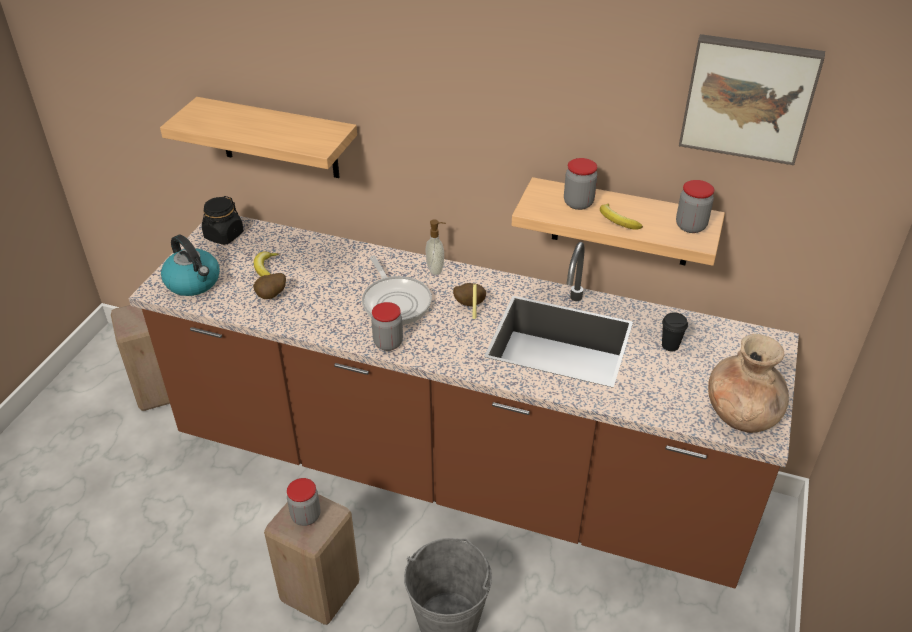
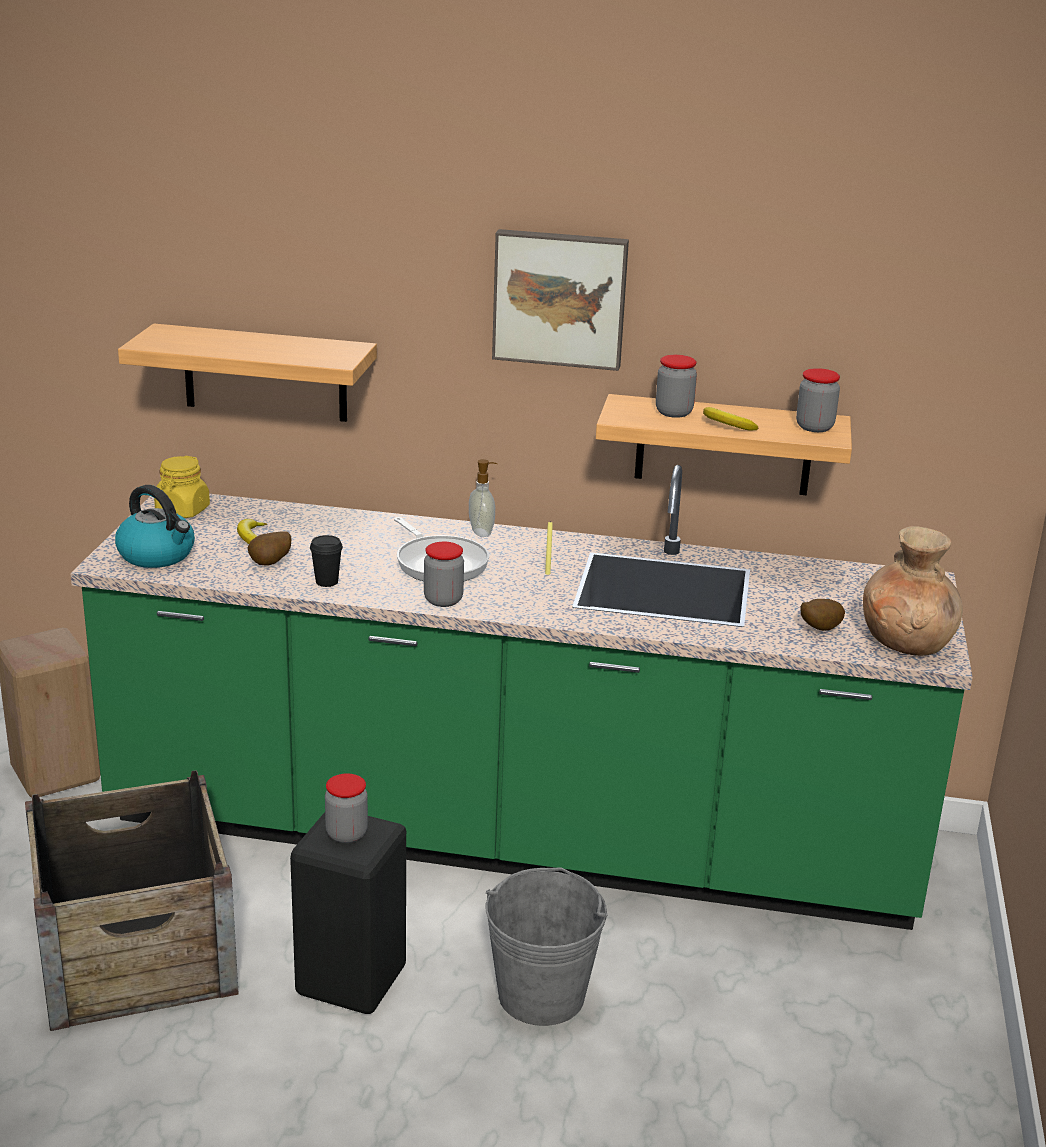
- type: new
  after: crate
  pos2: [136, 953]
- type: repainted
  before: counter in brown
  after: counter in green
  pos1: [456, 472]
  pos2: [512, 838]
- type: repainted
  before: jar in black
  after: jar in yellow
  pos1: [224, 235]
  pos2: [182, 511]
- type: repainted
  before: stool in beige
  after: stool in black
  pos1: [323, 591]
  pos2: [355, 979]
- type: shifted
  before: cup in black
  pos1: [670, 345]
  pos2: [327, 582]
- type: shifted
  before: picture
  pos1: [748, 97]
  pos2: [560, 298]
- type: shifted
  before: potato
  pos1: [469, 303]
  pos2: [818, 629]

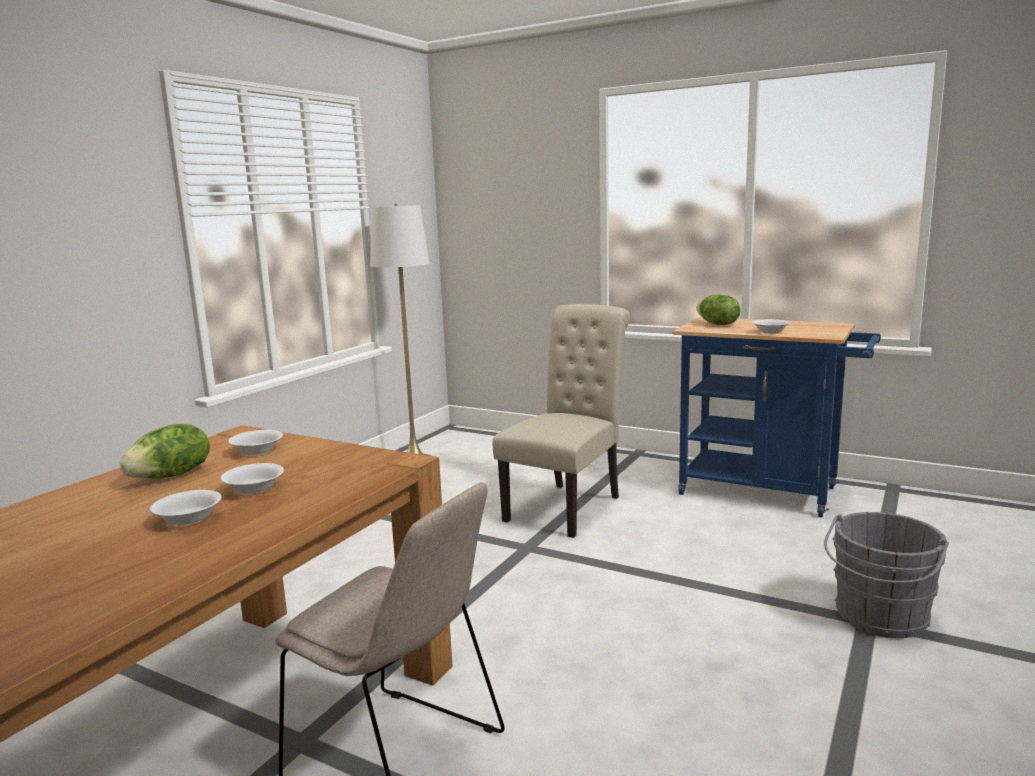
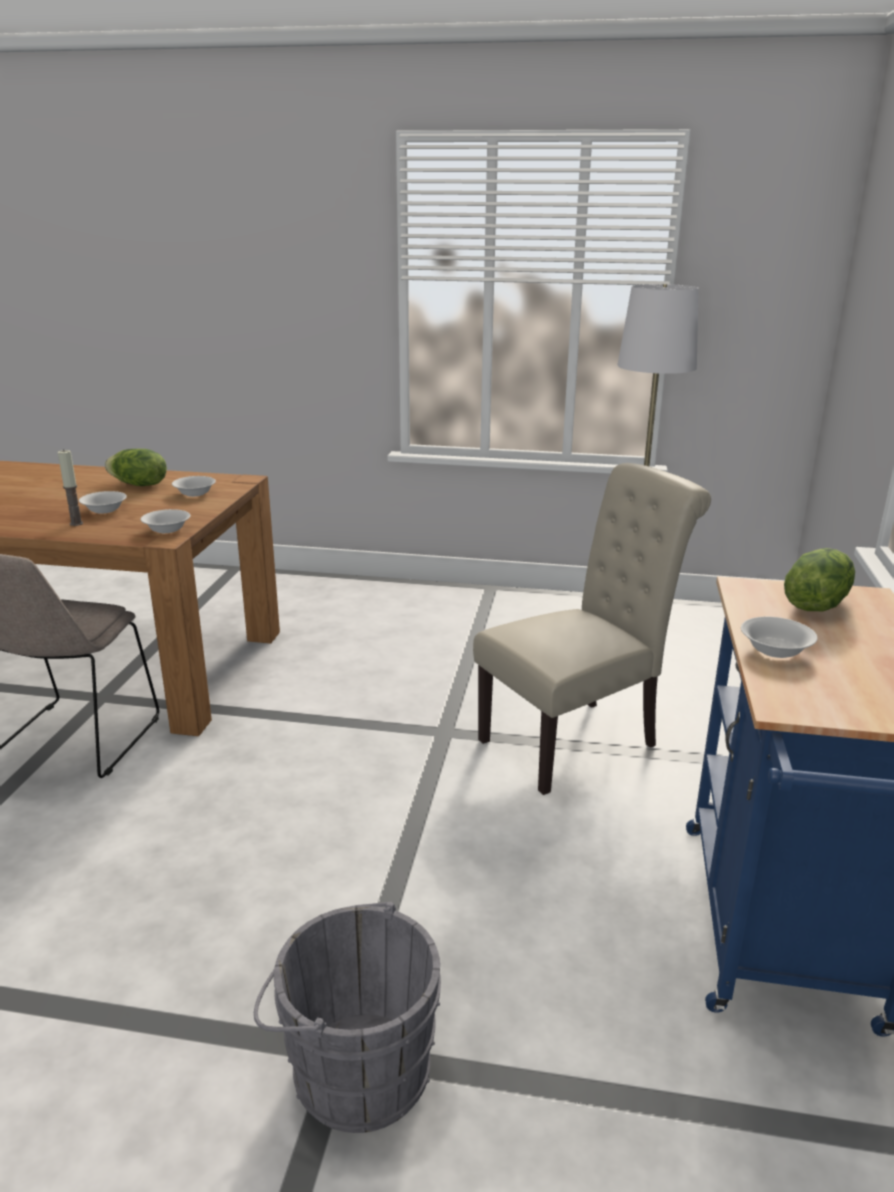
- type: new
  after: candle
  pos2: [76, 523]
- type: shifted
  before: bowl in white
  pos1: [188, 519]
  pos2: [166, 529]
- type: rotated
  before: chair in beige
  pos1: [568, 506]
  pos2: [577, 740]
  turn: -45

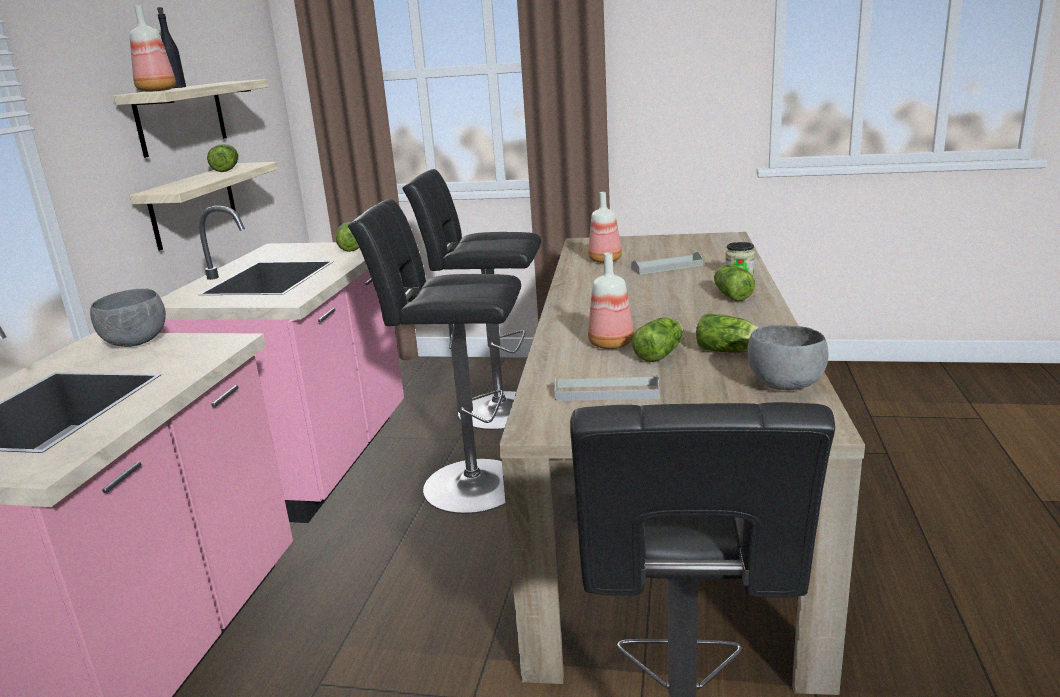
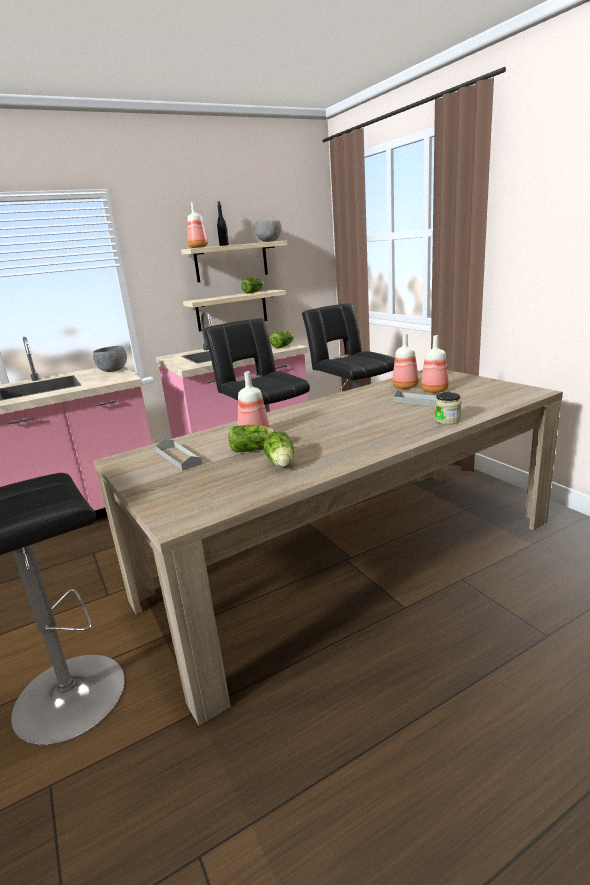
- type: shifted
  before: bowl in grey
  pos1: [783, 385]
  pos2: [269, 241]
- type: new
  after: bottle
  pos2: [433, 391]
- type: gone
  before: lettuce
  pos1: [731, 295]

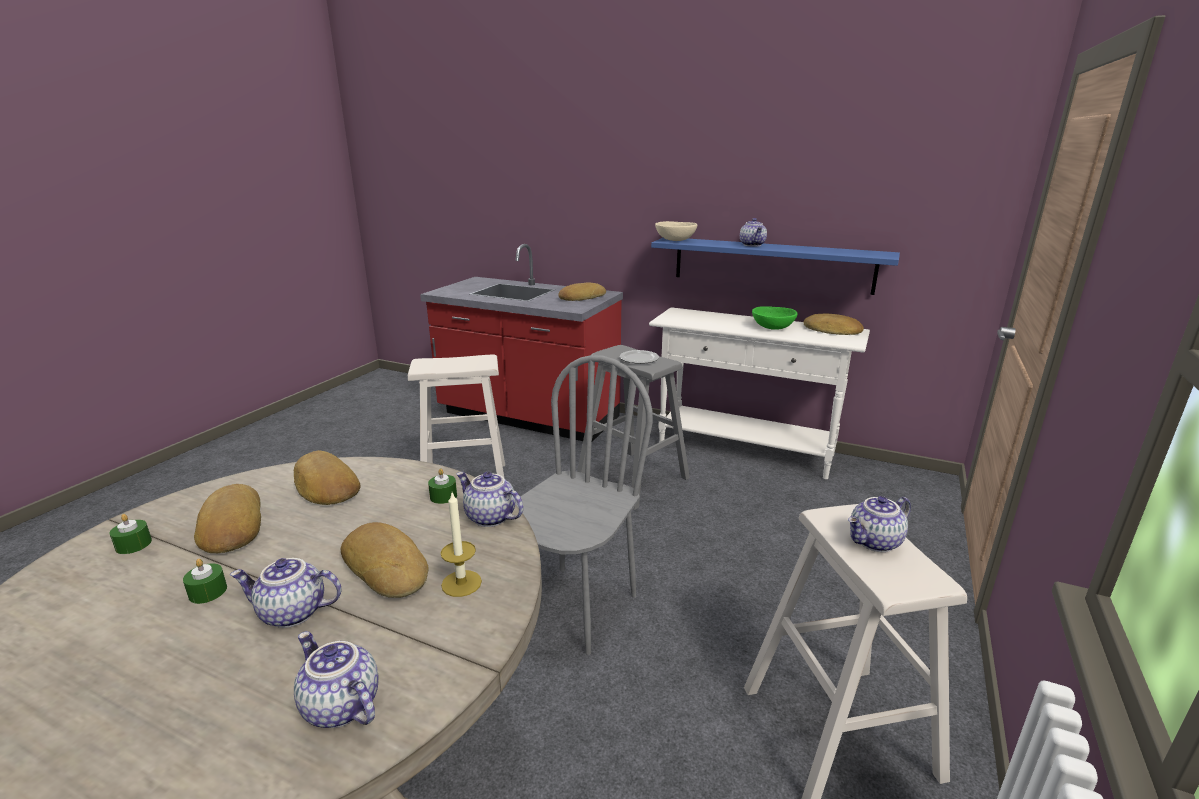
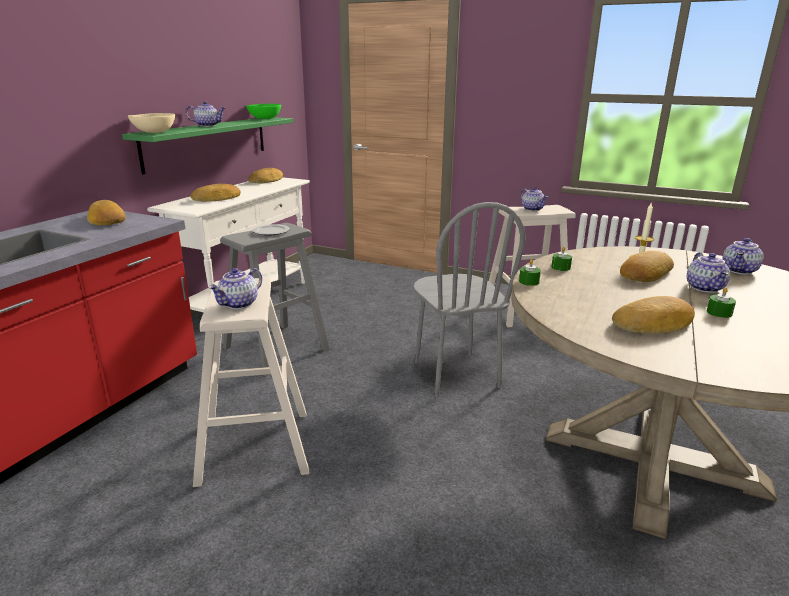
- type: repainted
  before: shelf in blue
  after: shelf in green
  pos1: [771, 264]
  pos2: [208, 142]
- type: shifted
  before: bread
  pos1: [325, 486]
  pos2: [217, 198]
- type: shifted
  before: teapot
  pos1: [489, 517]
  pos2: [239, 304]
- type: shifted
  before: bowl in green
  pos1: [773, 327]
  pos2: [264, 119]
- type: rotated
  before: chair in grey
  pos1: [575, 608]
  pos2: [455, 374]
  turn: -135
- type: shifted
  before: candle in green
  pos1: [133, 544]
  pos2: [529, 282]

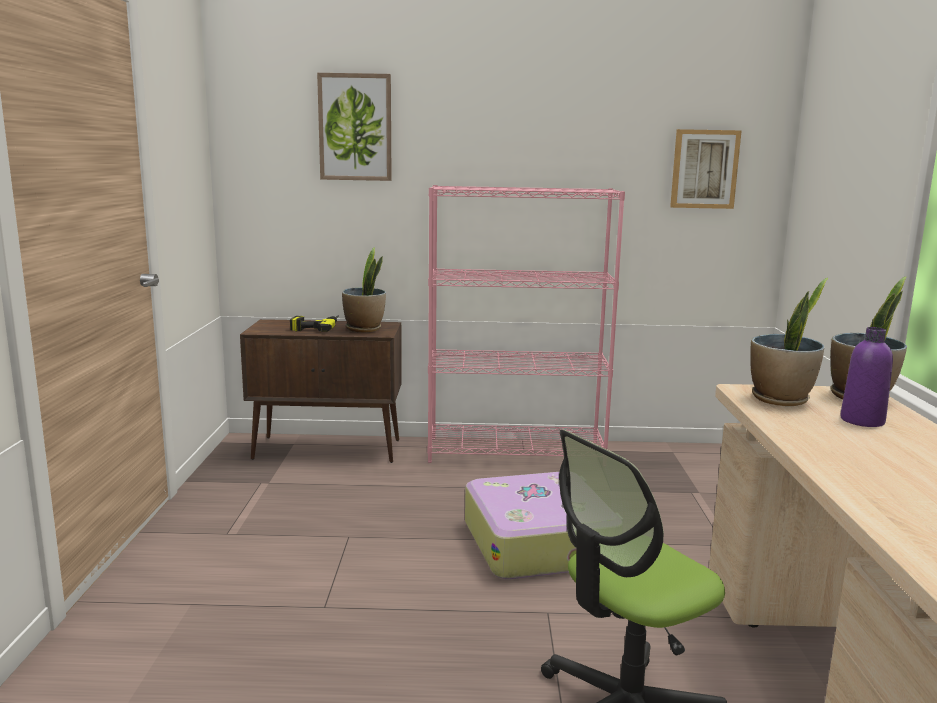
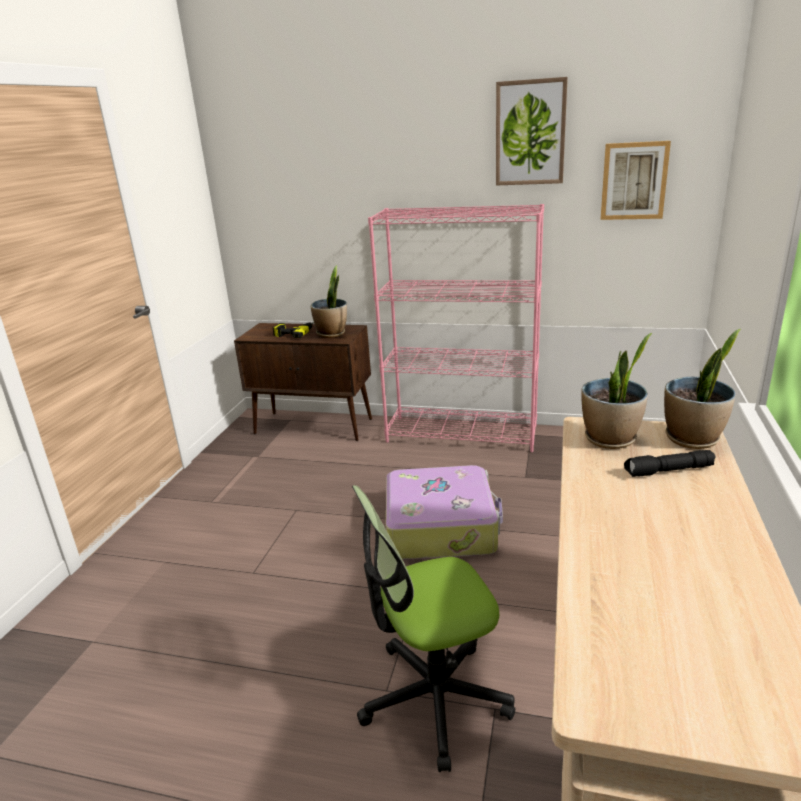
- type: shifted
  before: picture
  pos1: [355, 127]
  pos2: [530, 133]
- type: swapped
  before: bottle in purple
  after: flashlight in black
  pos1: [862, 421]
  pos2: [668, 471]

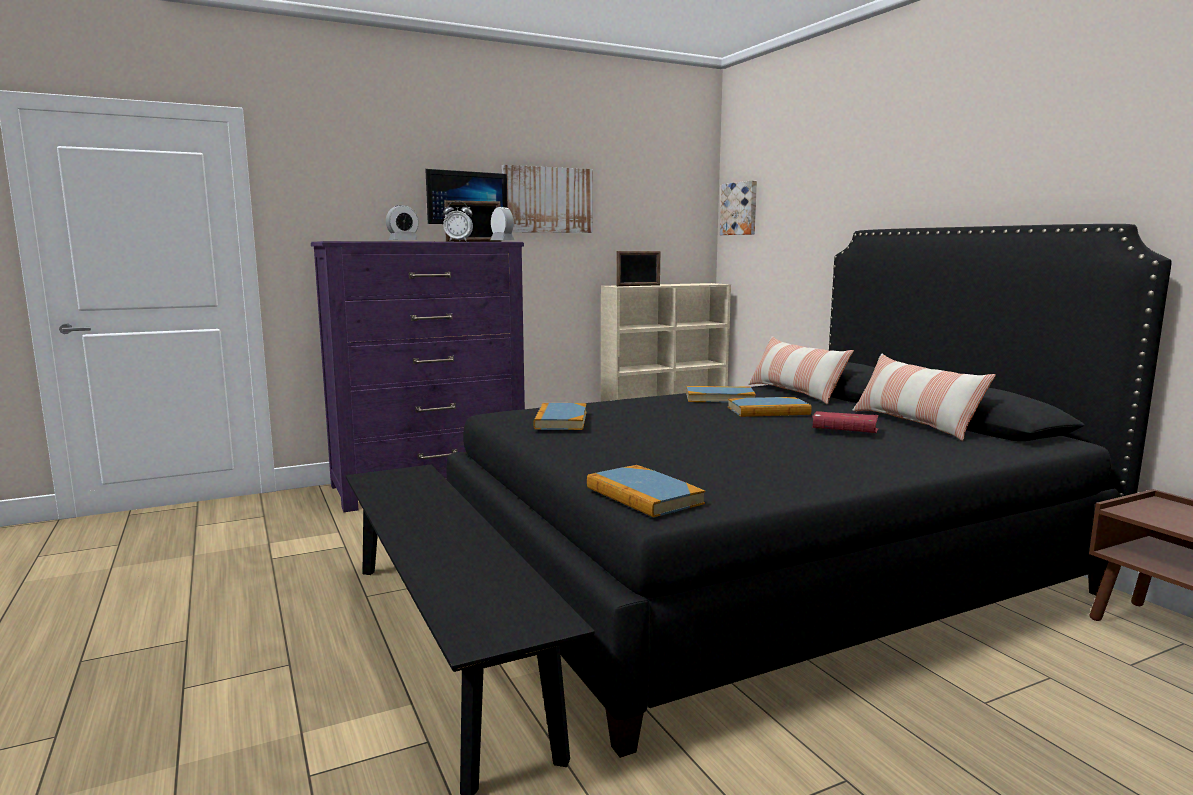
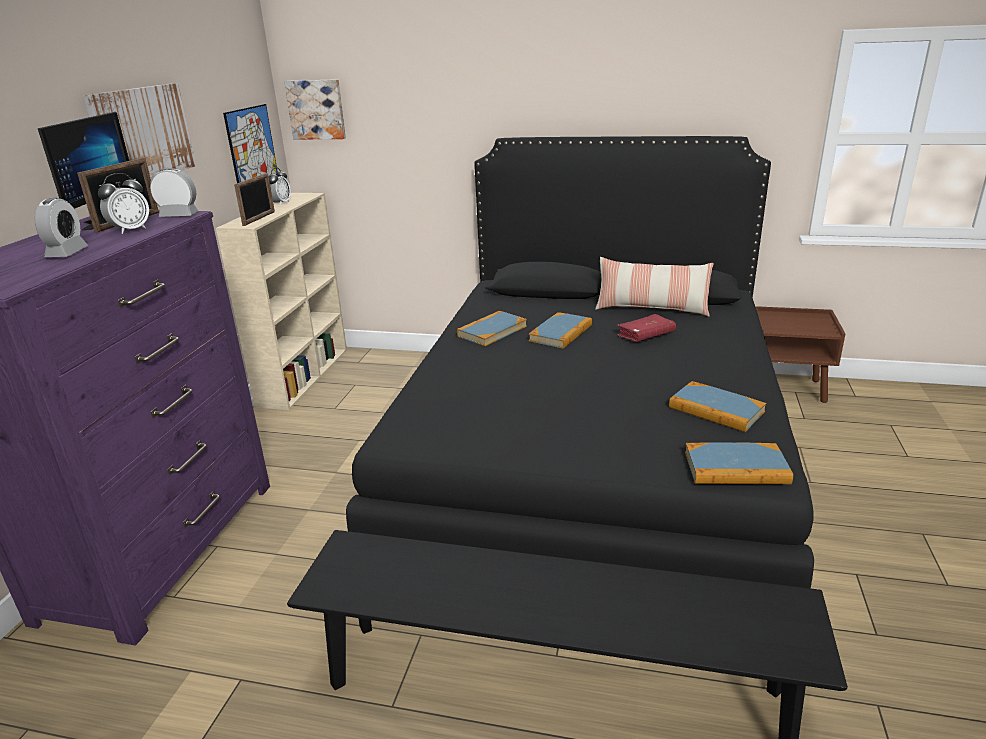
- type: new
  after: picture
  pos2: [252, 148]
- type: new
  after: alarm clock
  pos2: [281, 203]
- type: shifted
  before: book
  pos1: [561, 420]
  pos2: [716, 410]
- type: gone
  before: pillow
  pos1: [795, 393]

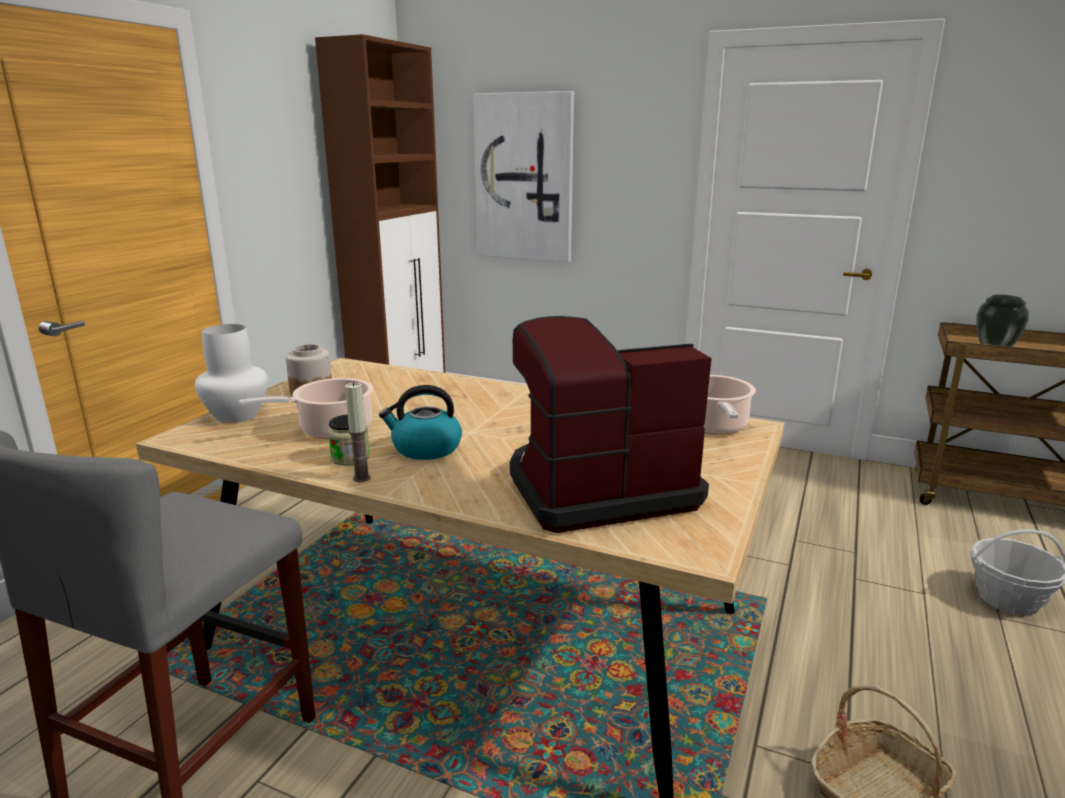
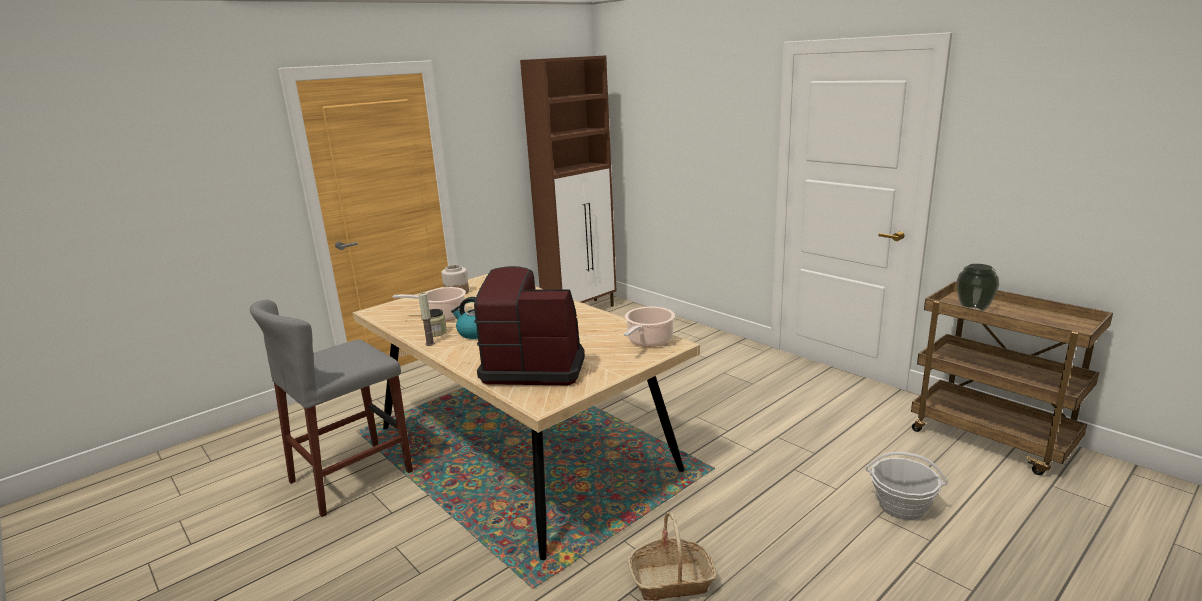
- type: gone
  before: vase in white
  pos1: [238, 415]
- type: gone
  before: picture
  pos1: [524, 178]

